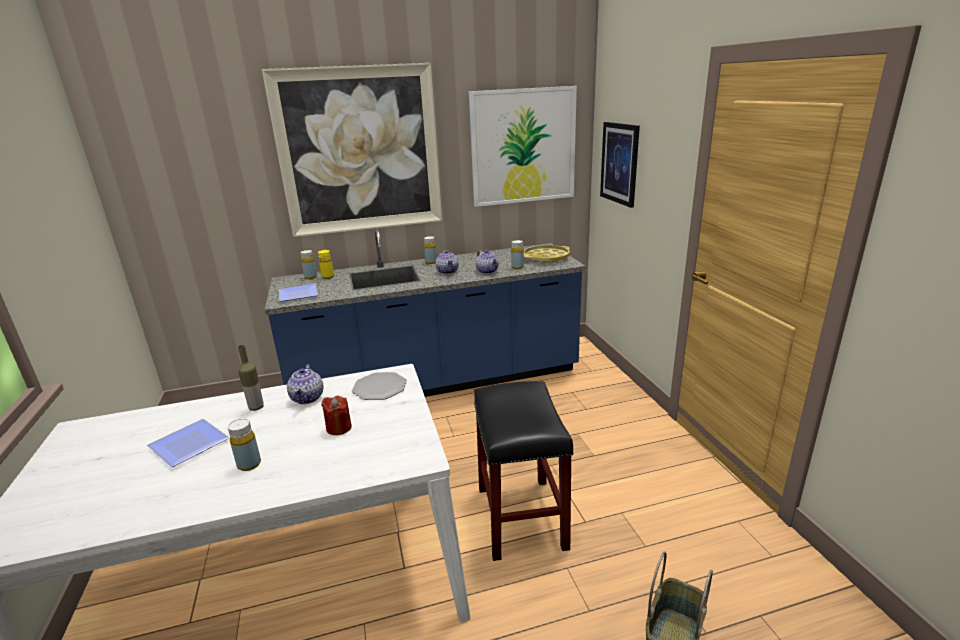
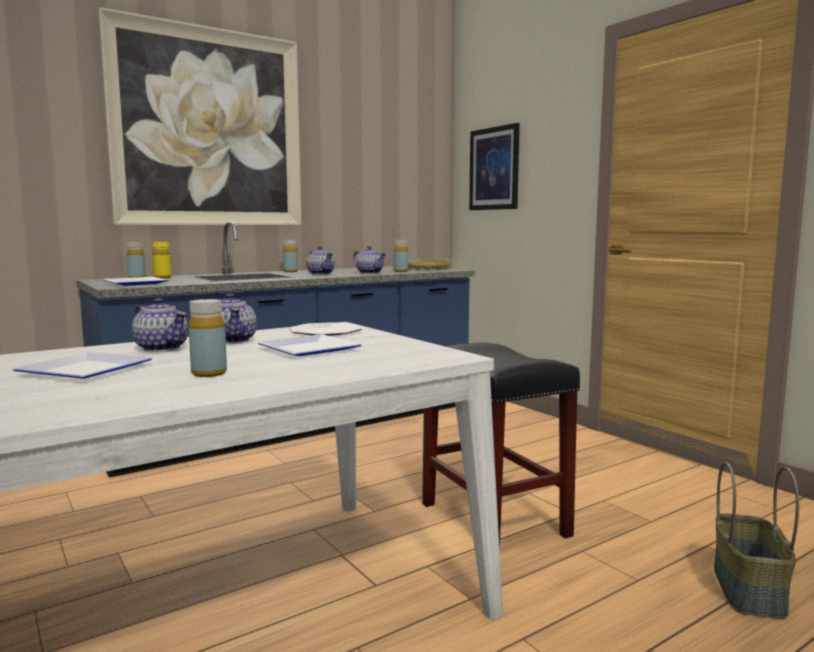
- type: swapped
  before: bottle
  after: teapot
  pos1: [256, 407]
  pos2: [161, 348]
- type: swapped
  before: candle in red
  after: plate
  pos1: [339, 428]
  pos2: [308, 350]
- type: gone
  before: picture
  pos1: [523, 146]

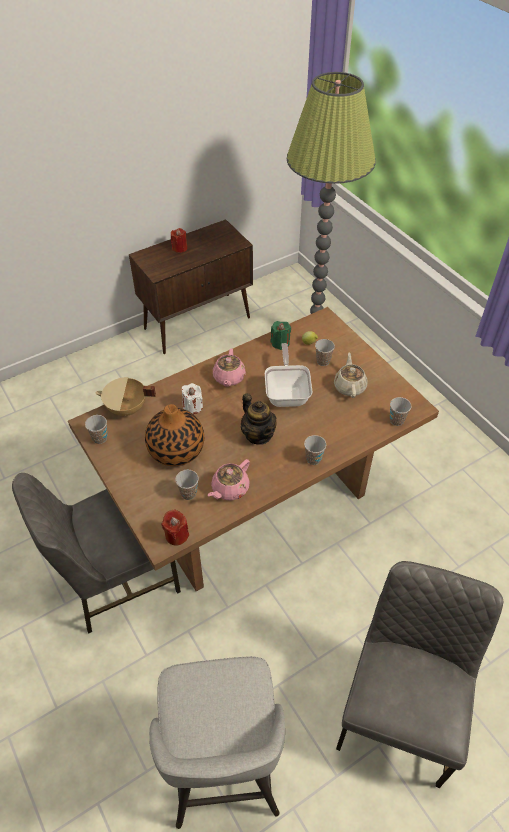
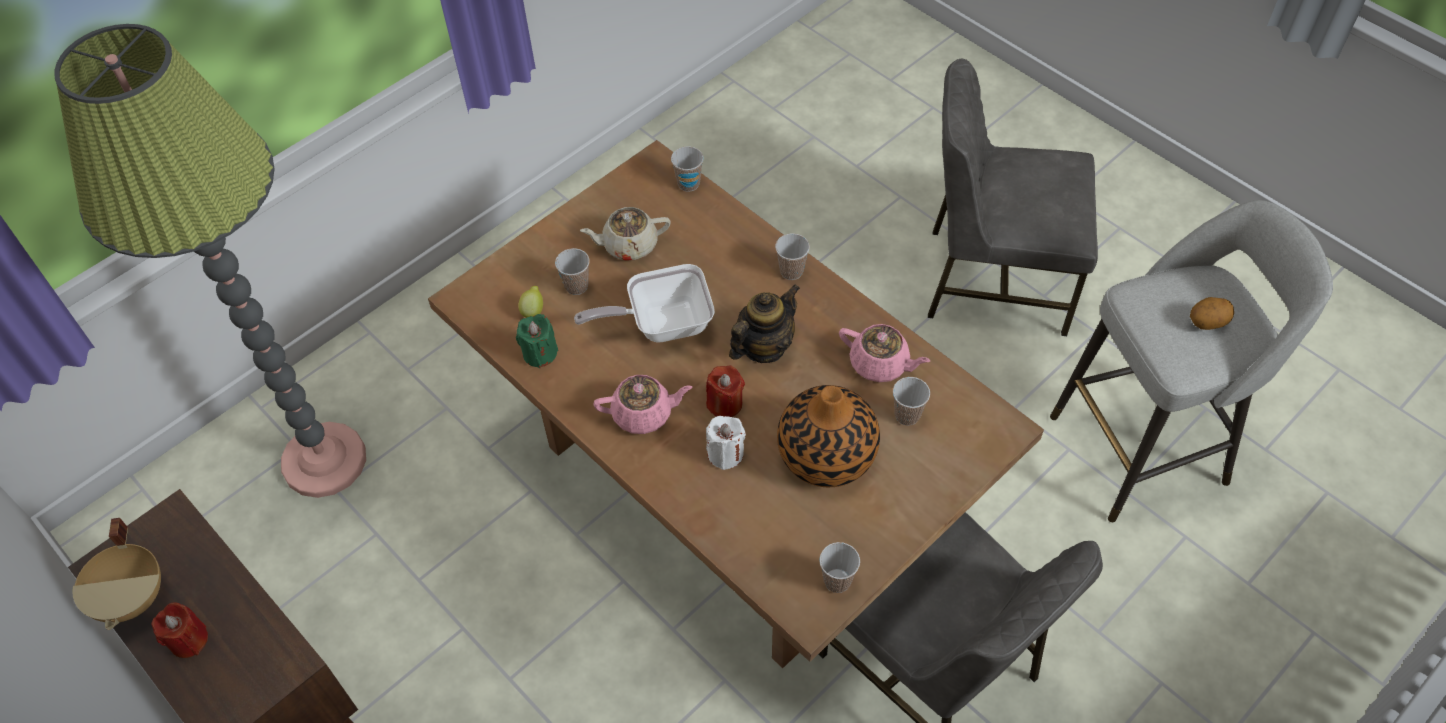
- type: shifted
  before: cooking pot in beige
  pos1: [127, 409]
  pos2: [134, 598]
- type: shifted
  before: candle in red
  pos1: [176, 535]
  pos2: [725, 403]
- type: new
  after: potato
  pos2: [1207, 322]

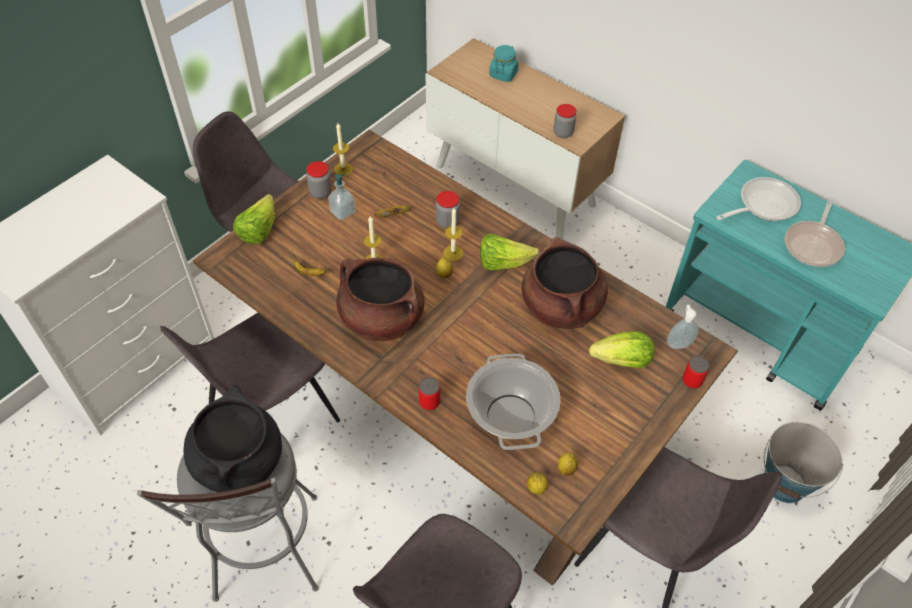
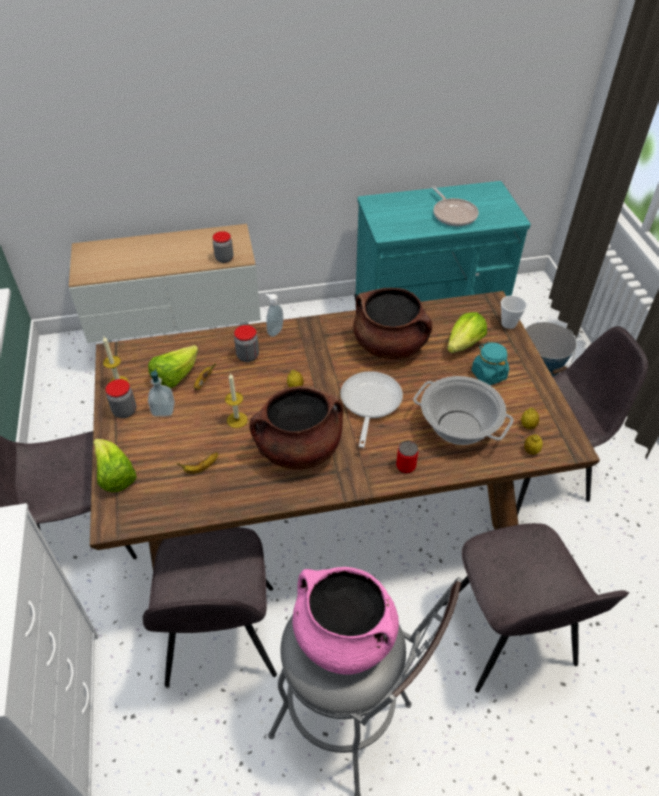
- type: shifted
  before: lettuce
  pos1: [503, 263]
  pos2: [175, 377]
- type: shifted
  before: soap dispenser
  pos1: [678, 344]
  pos2: [274, 331]
- type: repainted
  before: cooking pot in black
  after: cooking pot in pink
  pos1: [239, 461]
  pos2: [344, 636]
- type: shifted
  before: frying pan
  pos1: [763, 205]
  pos2: [369, 404]
- type: shifted
  before: jar in turquoise
  pos1: [503, 74]
  pos2: [488, 375]
- type: swapped
  before: can
  after: cup
  pos1: [692, 381]
  pos2: [508, 324]
- type: gone
  before: candle
  pos1: [453, 253]

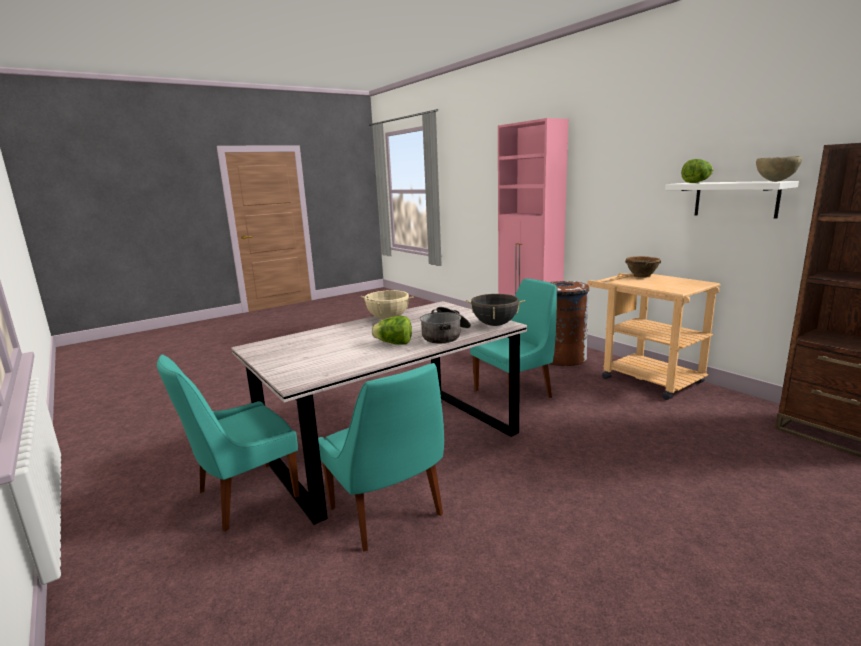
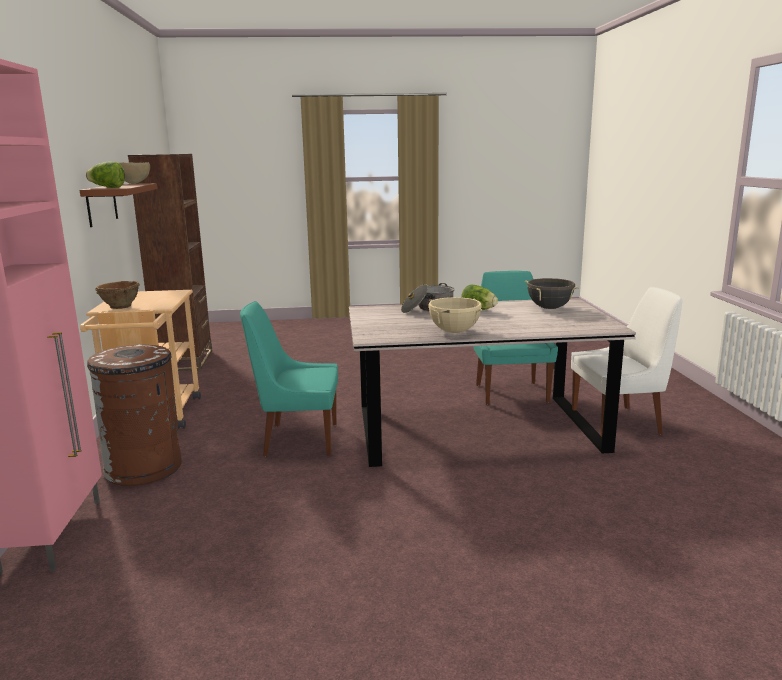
- type: repainted
  before: shelf in white
  after: shelf in brown
  pos1: [735, 199]
  pos2: [101, 204]
- type: shifted
  before: cooking pot in black
  pos1: [495, 324]
  pos2: [549, 308]
- type: repainted
  before: chair in turquoise
  after: chair in white
  pos1: [244, 497]
  pos2: [619, 422]

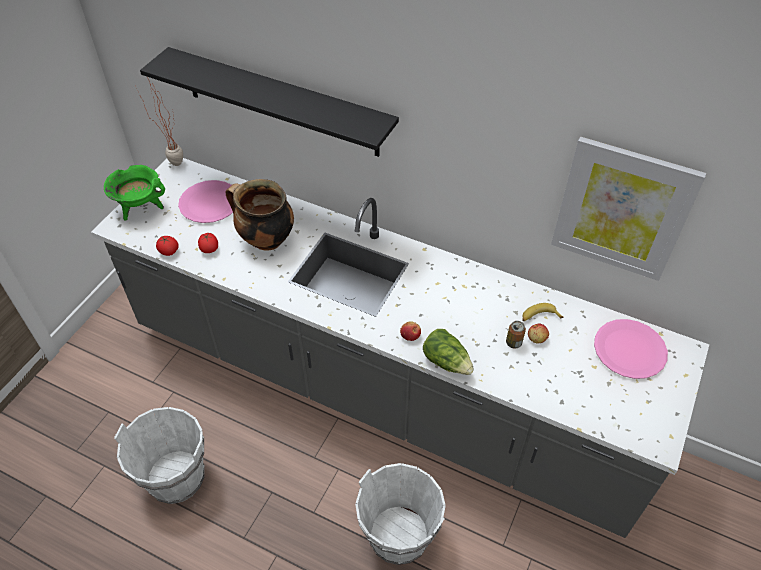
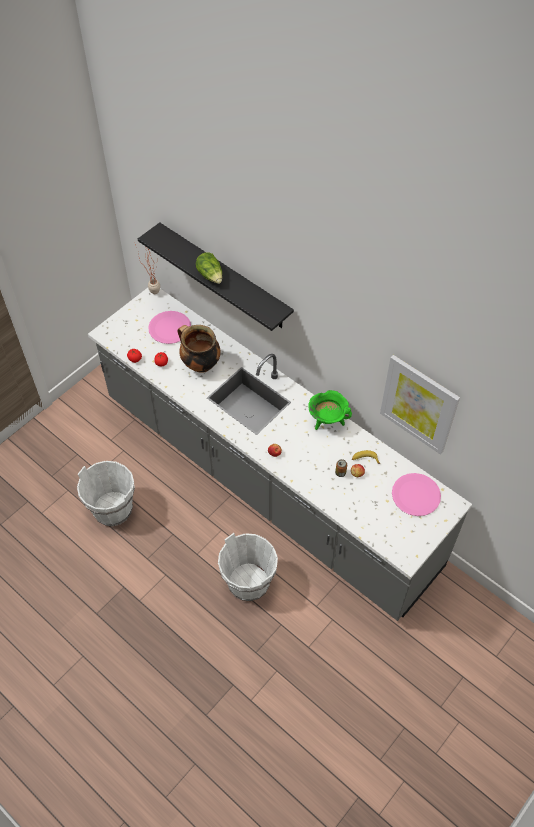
- type: shifted
  before: lettuce
  pos1: [447, 361]
  pos2: [211, 275]
- type: shifted
  before: cooking pot in green
  pos1: [141, 208]
  pos2: [327, 421]

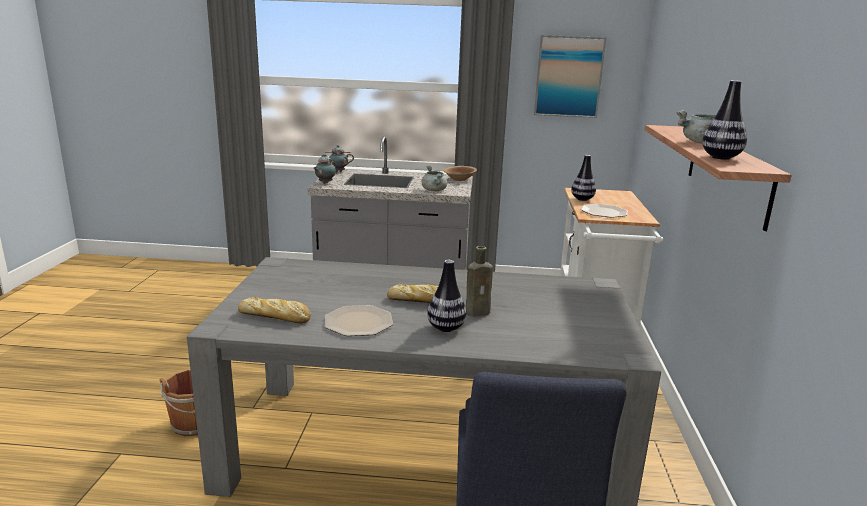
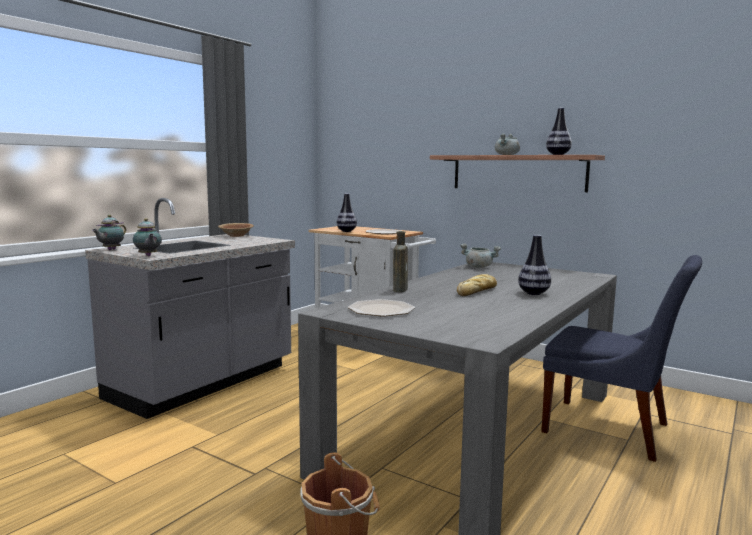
- type: shifted
  before: plate
  pos1: [358, 322]
  pos2: [381, 310]
- type: shifted
  before: bottle in brown
  pos1: [479, 312]
  pos2: [400, 289]
- type: shifted
  before: cooking pot in grey
  pos1: [434, 190]
  pos2: [479, 267]
- type: gone
  before: bread
  pos1: [275, 316]
- type: gone
  before: picture
  pos1: [568, 76]

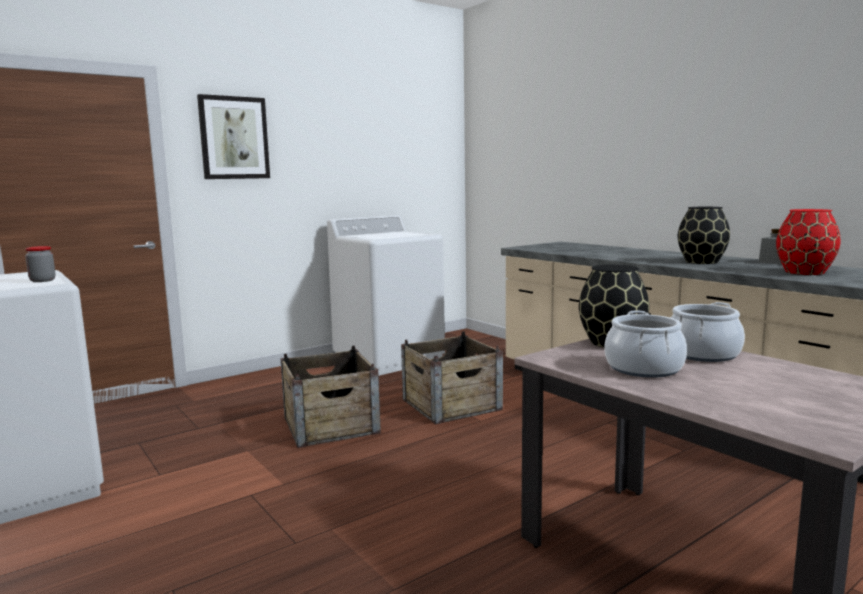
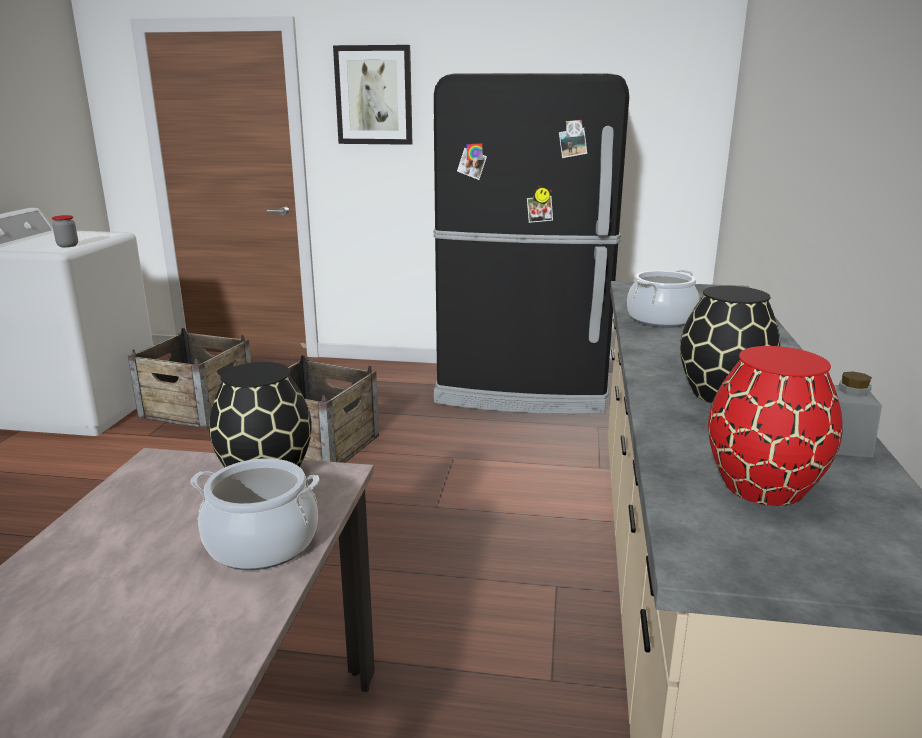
- type: shifted
  before: crate
  pos1: [452, 405]
  pos2: [198, 407]
- type: swapped
  before: washing machine in white
  after: fridge in black
  pos1: [389, 358]
  pos2: [523, 389]
- type: shifted
  before: cooking pot
  pos1: [644, 368]
  pos2: [661, 319]

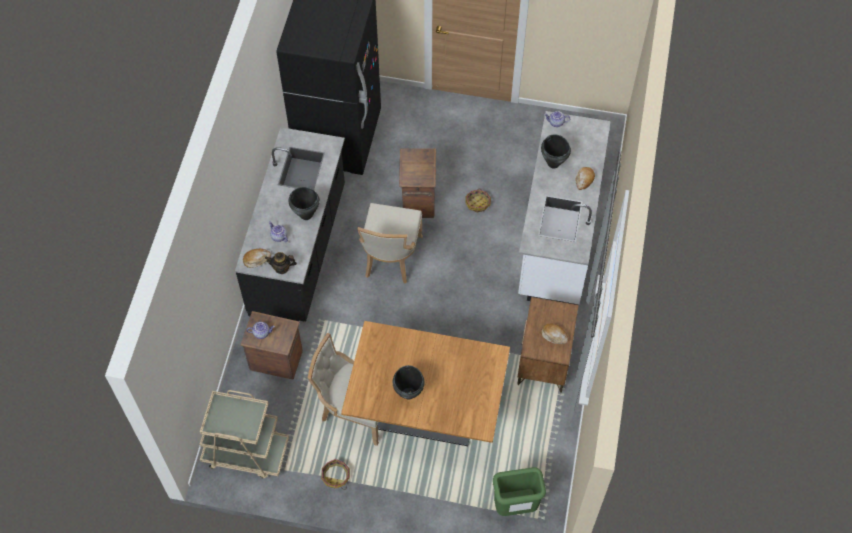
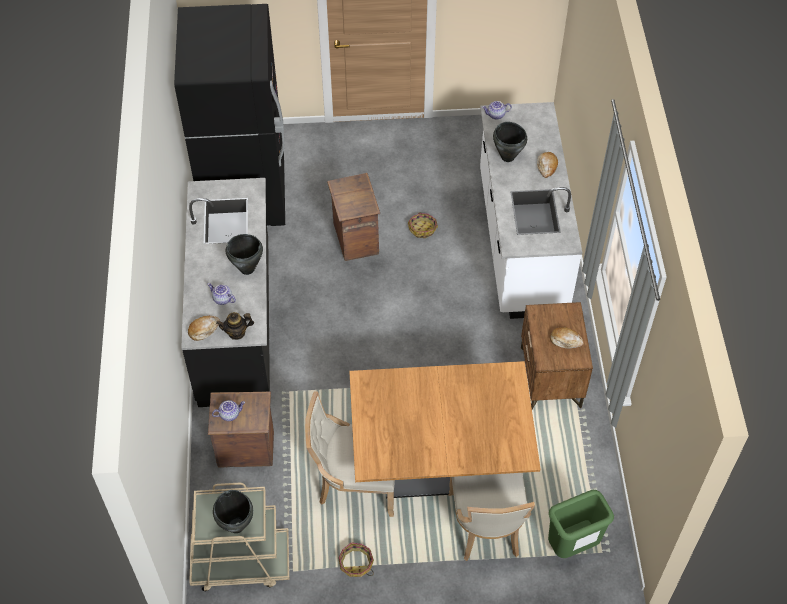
- type: shifted
  before: cooking pot in black
  pos1: [409, 393]
  pos2: [237, 525]
- type: shifted
  before: chair in beige
  pos1: [390, 258]
  pos2: [487, 527]

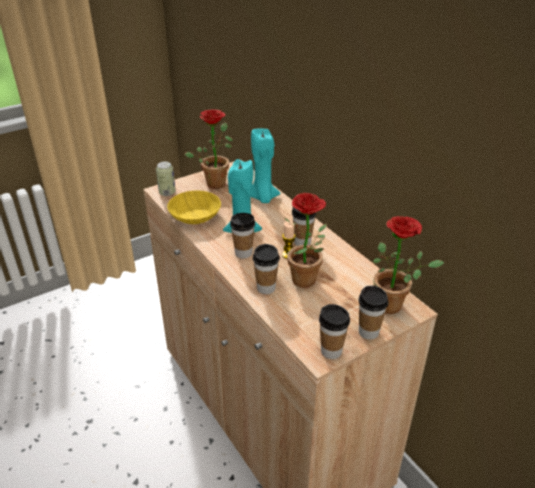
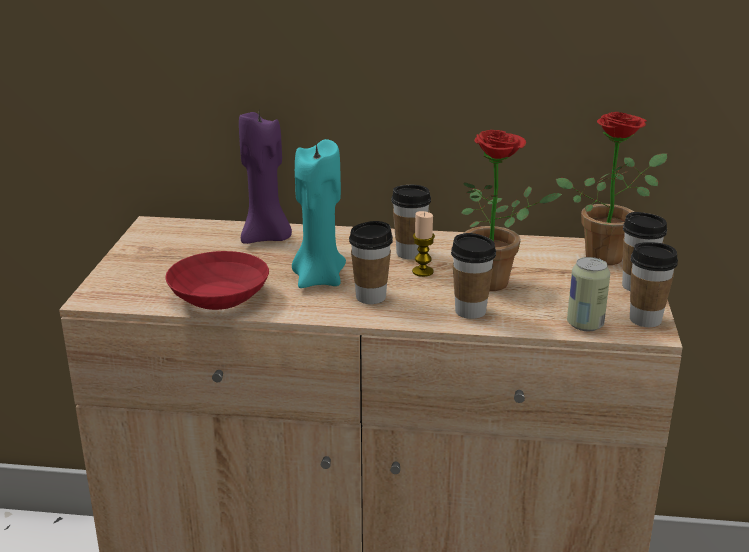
- type: repainted
  before: bowl in yellow
  after: bowl in red
  pos1: [194, 215]
  pos2: [216, 296]
- type: repainted
  before: candle in turquoise
  after: candle in purple
  pos1: [263, 198]
  pos2: [267, 238]
- type: shifted
  before: can
  pos1: [167, 192]
  pos2: [585, 325]
- type: gone
  before: potted plant
  pos1: [216, 181]

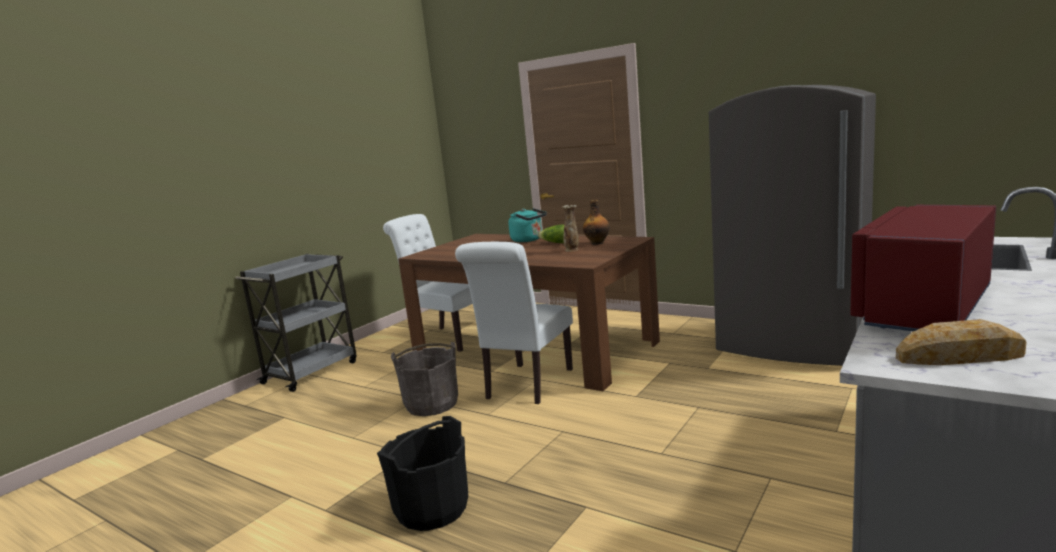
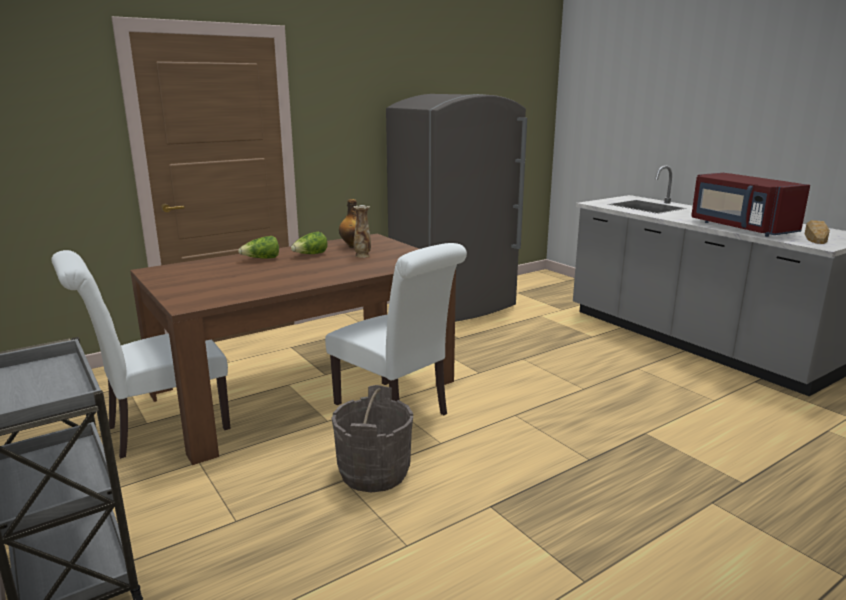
- type: swapped
  before: kettle in turquoise
  after: lettuce
  pos1: [529, 240]
  pos2: [261, 259]
- type: gone
  before: bucket in black
  pos1: [432, 508]

